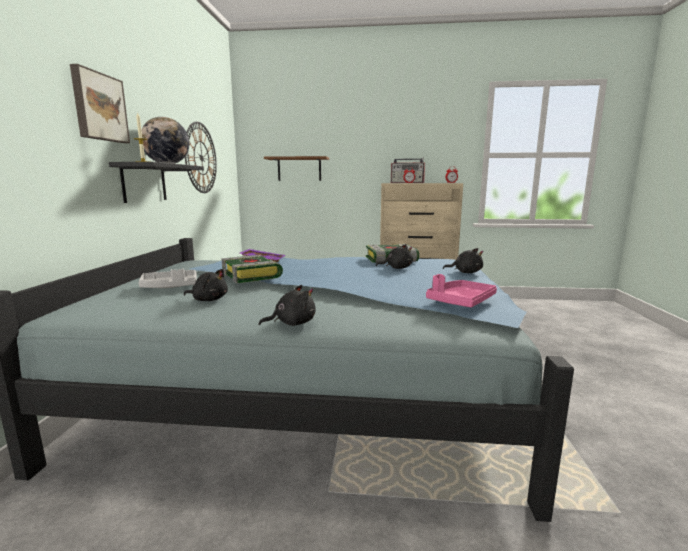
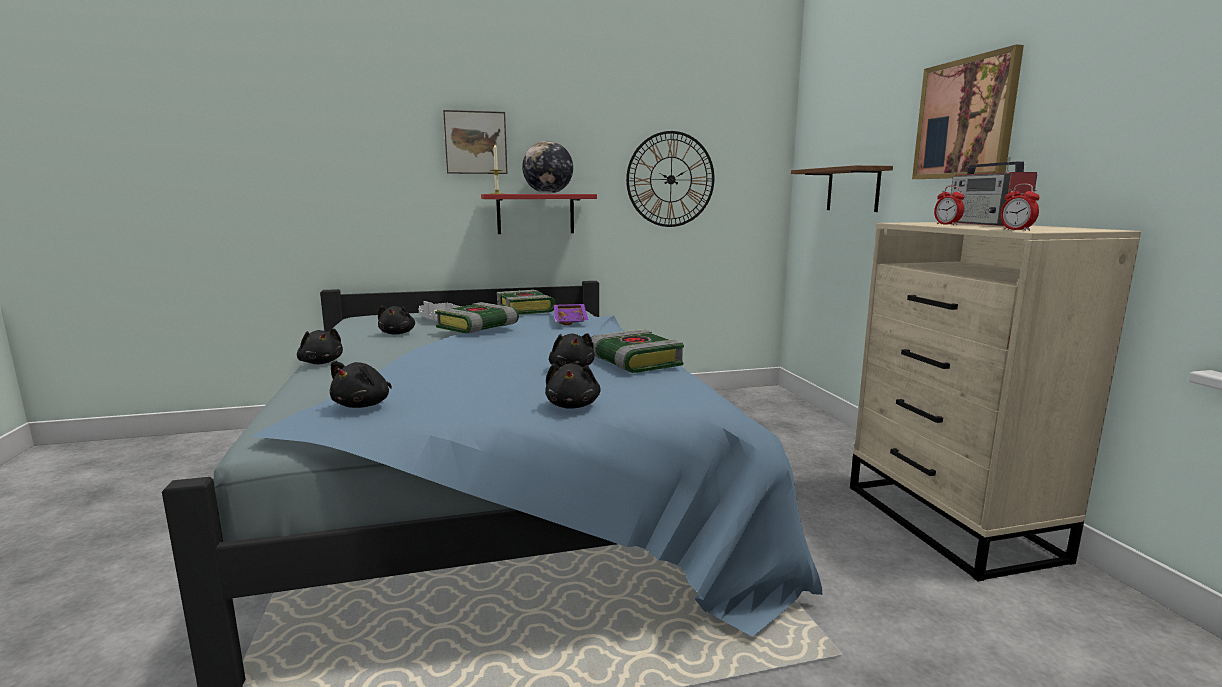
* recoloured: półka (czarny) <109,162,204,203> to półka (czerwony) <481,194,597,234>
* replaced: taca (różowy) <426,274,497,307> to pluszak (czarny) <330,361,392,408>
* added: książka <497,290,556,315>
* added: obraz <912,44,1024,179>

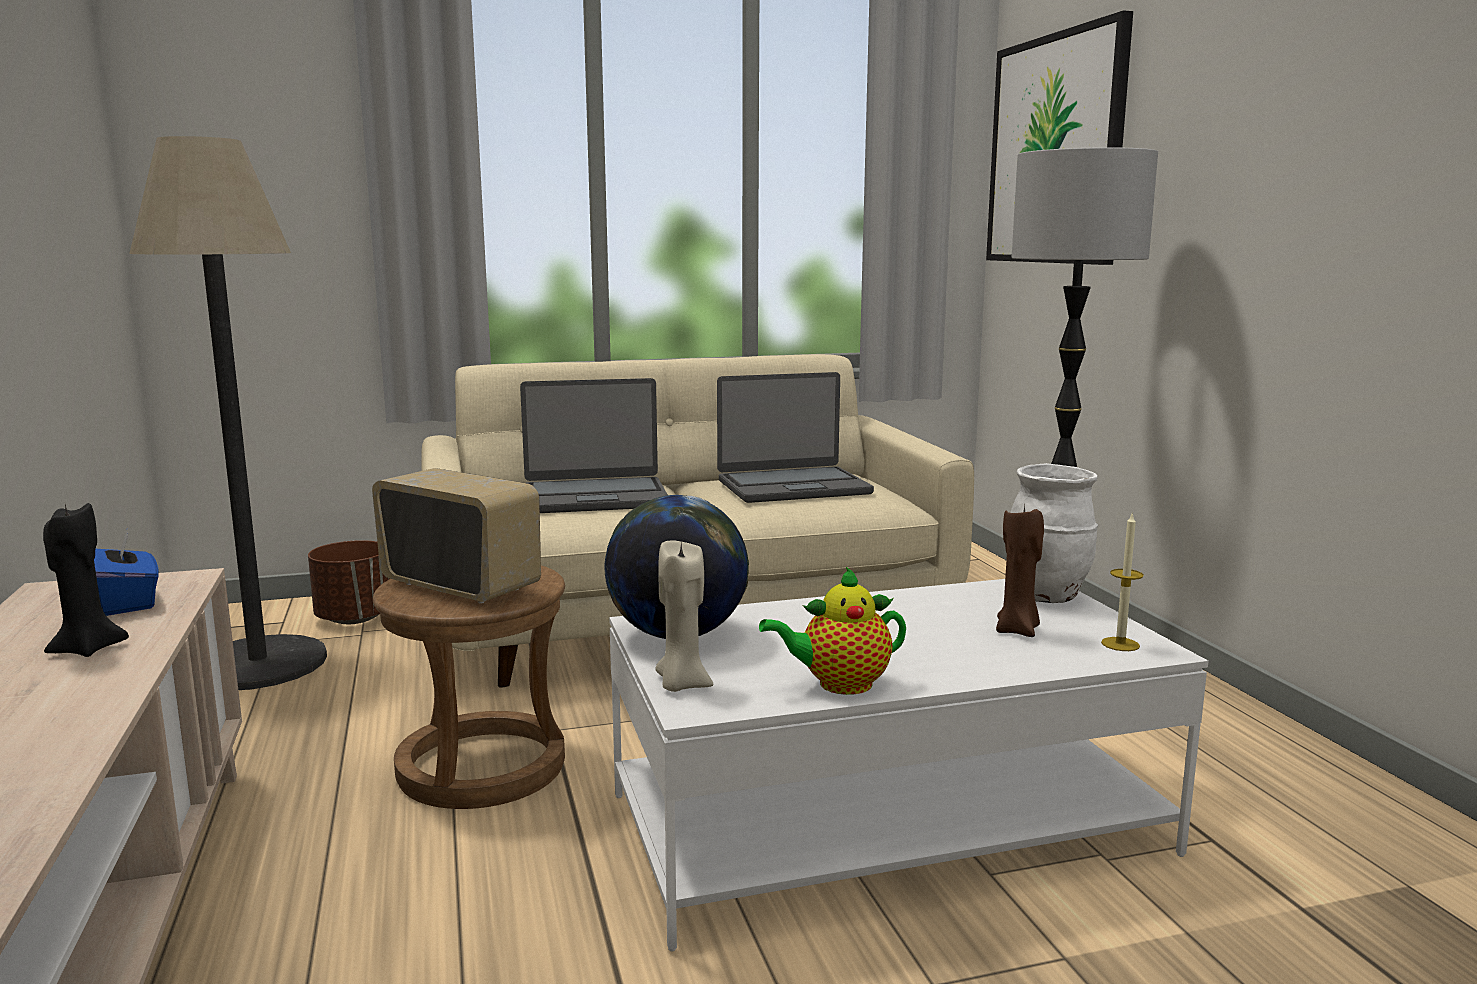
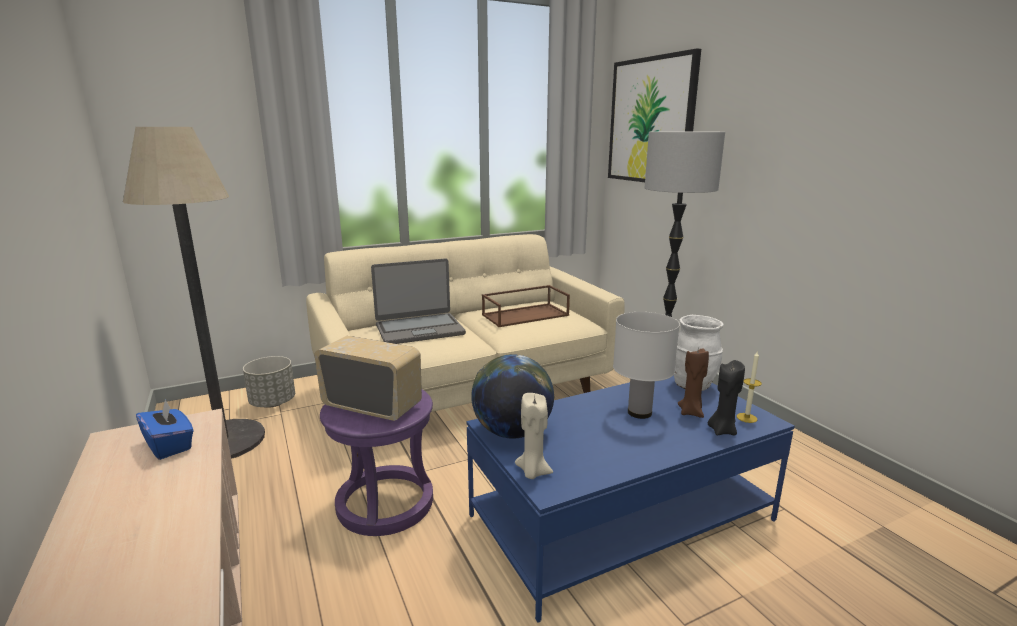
* moved: świeca (czarny) <43,503,129,657> to <708,360,745,435>
* recoloured: donica (brązowy) <308,540,390,624> to donica (szary) <243,356,295,408>
* recoloured: stołek (brązowy) <373,565,565,809> to stołek (fioletowy) <320,390,433,536>
* recoloured: ława (biały) <609,579,1209,951> to ława (niebieski) <466,375,795,622>
* replaced: laptop <717,372,874,503> to taca (brązowy) <482,285,570,327>
* removed: imbryk <759,567,906,695>
* added: lampa stołowa (biały) <613,312,680,419>

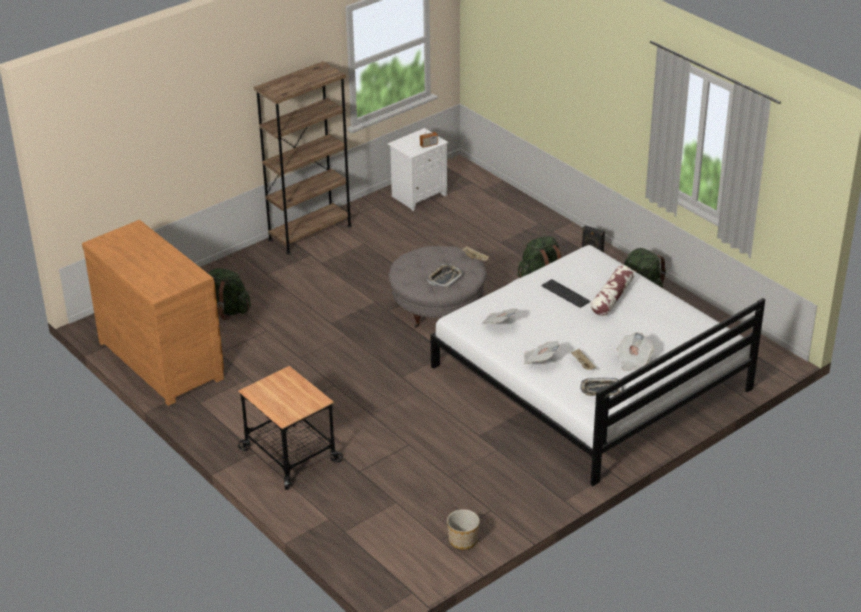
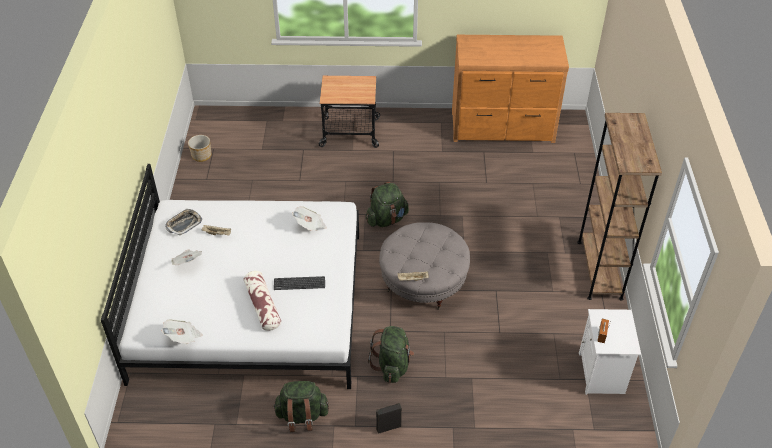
* moved: plecak (zielony) <208,268,251,320> to <366,182,409,227>
* removed: taca <427,264,463,287>
* moved: gazeta <524,341,560,364> to <161,319,203,344>

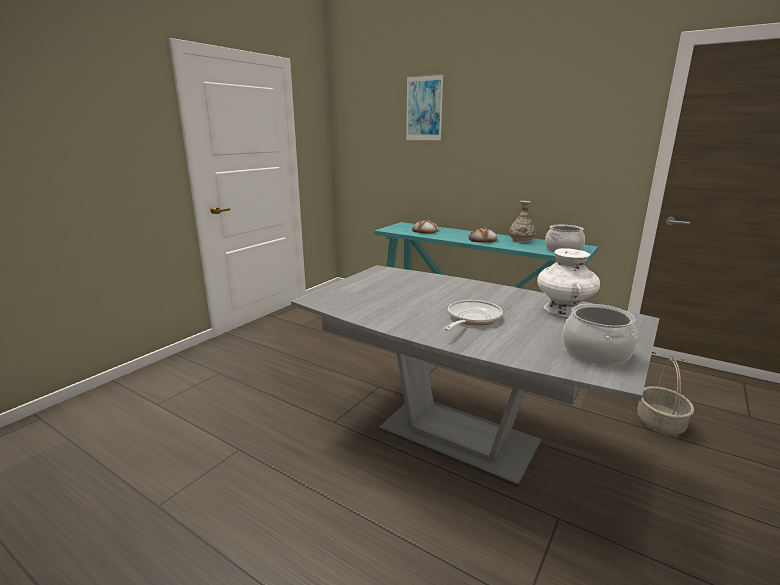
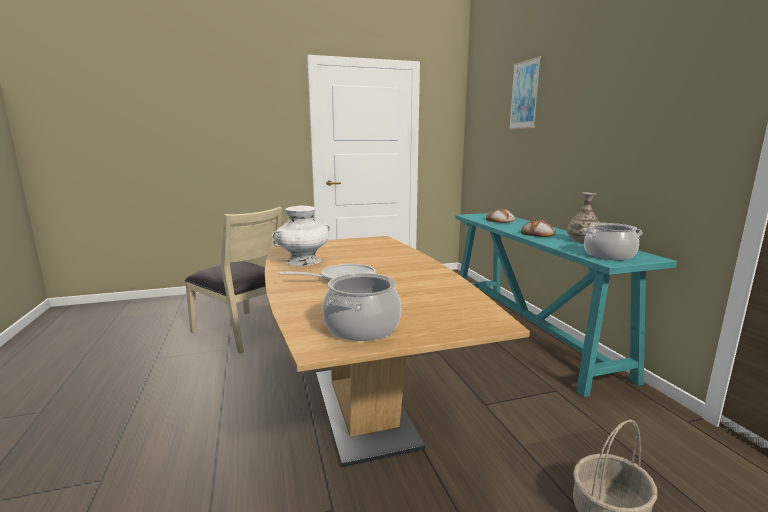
* recoloured: stół jadalny (szary) <291,265,660,487> to stół jadalny (brązowy) <265,236,530,467>
* moved: wazon (biały) <537,248,600,317> to <271,205,330,266>
* added: krzesło (beżowy) <185,207,282,354>

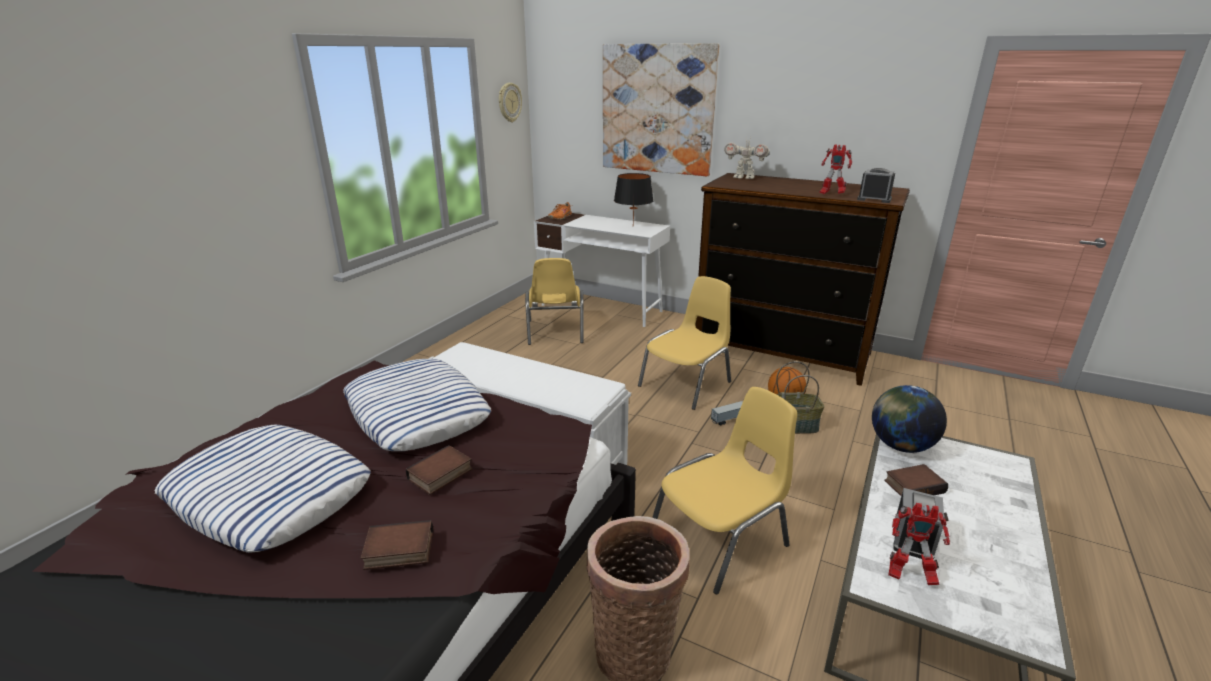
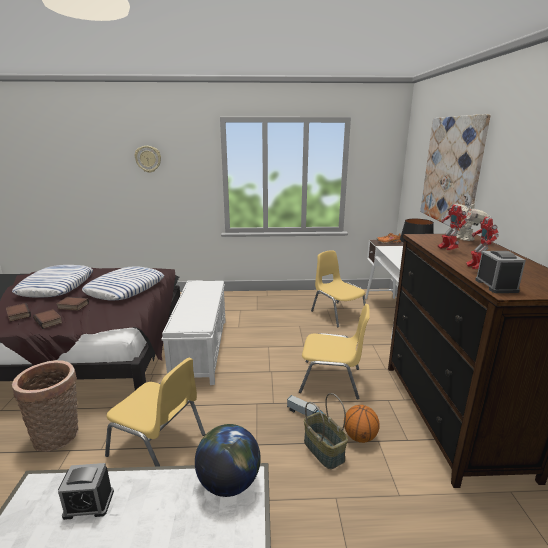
* moved: zegar ścienny <499,83,522,122> to <135,146,161,173>
* turned: krzesło (żółty) <525,258,584,345> = <311,250,366,327> 90 degrees clockwise
* moved: książka <884,464,948,496> to <33,309,63,329>
* moved: robot zabawkowy <888,503,950,585> to <438,205,467,250>

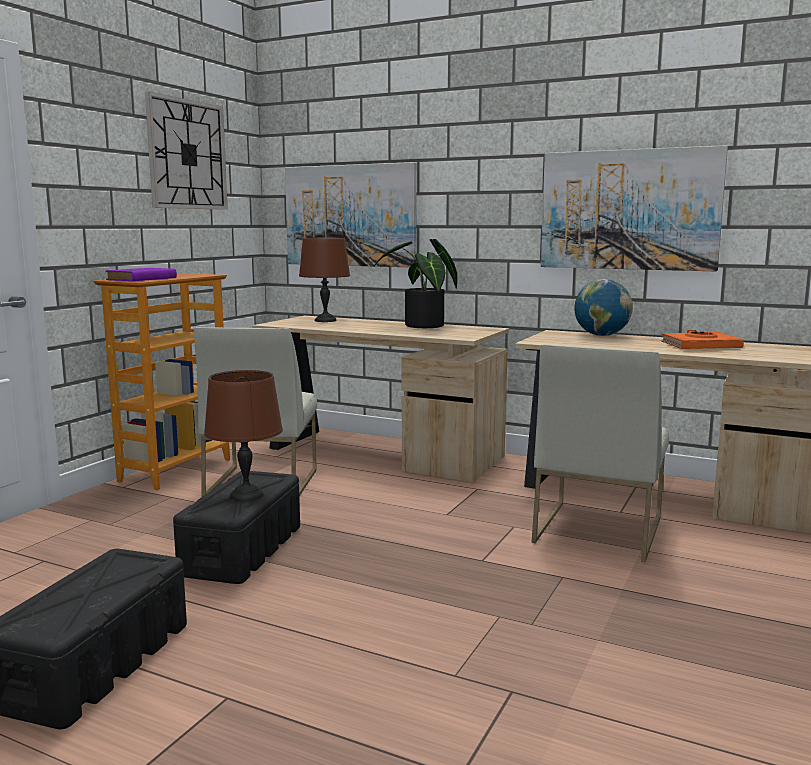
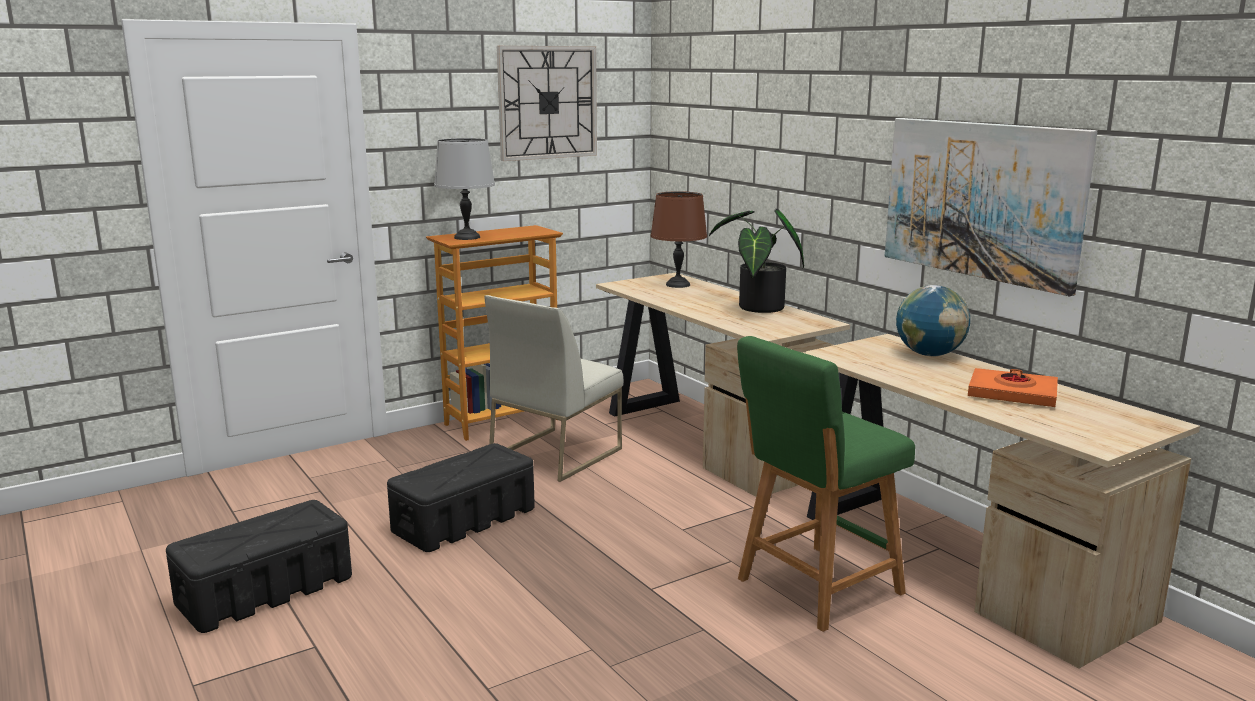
* replaced: książka (fioletowy) <106,268,177,281> to lampa stołowa (szary) <434,138,495,240>
* removed: lampa stołowa (brązowy) <204,370,283,502>
* removed: obraz <285,162,417,267>
* replaced: krzesło (biały) <532,344,669,562> to stołek (zielony) <737,336,915,632>

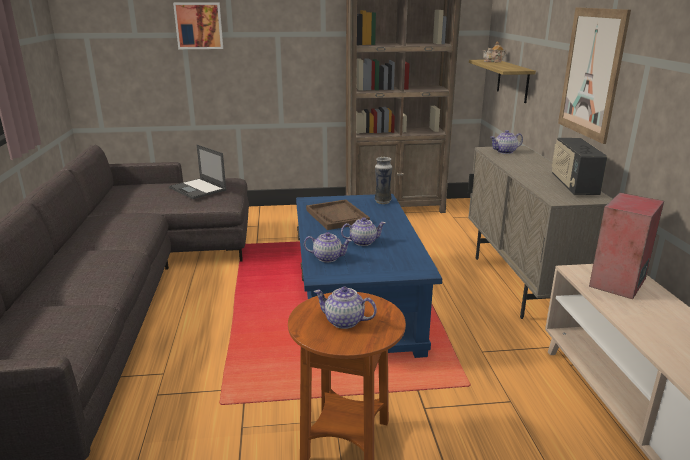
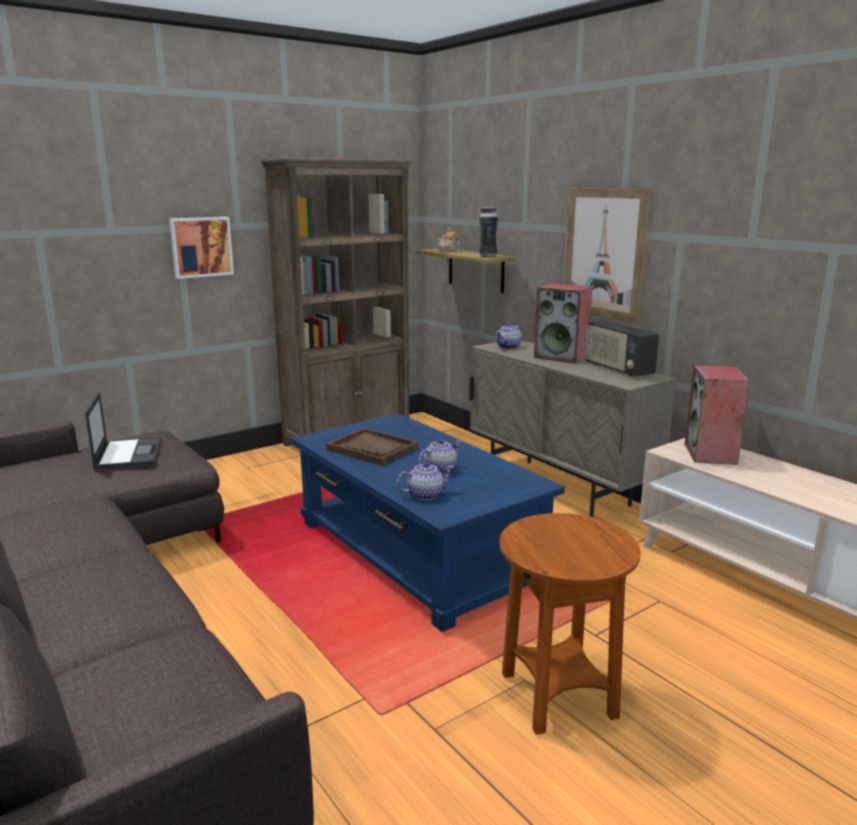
* turned: laptop <169,145,227,199> = <85,392,161,469> 120 degrees counterclockwise
* moved: obraz <173,2,223,49> to <169,217,234,279>
* removed: imbryk <314,286,377,329>
* moved: wazon <375,157,392,204> to <479,207,498,257>
* added: głośnik <534,283,592,364>

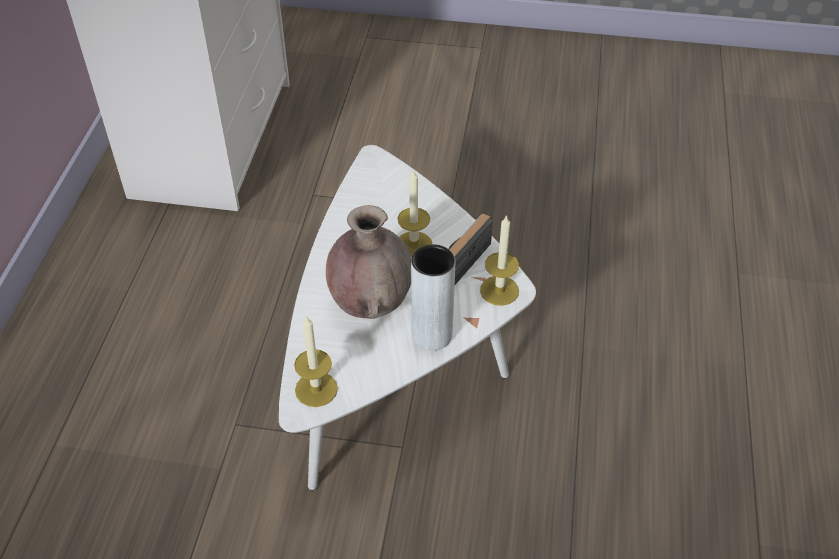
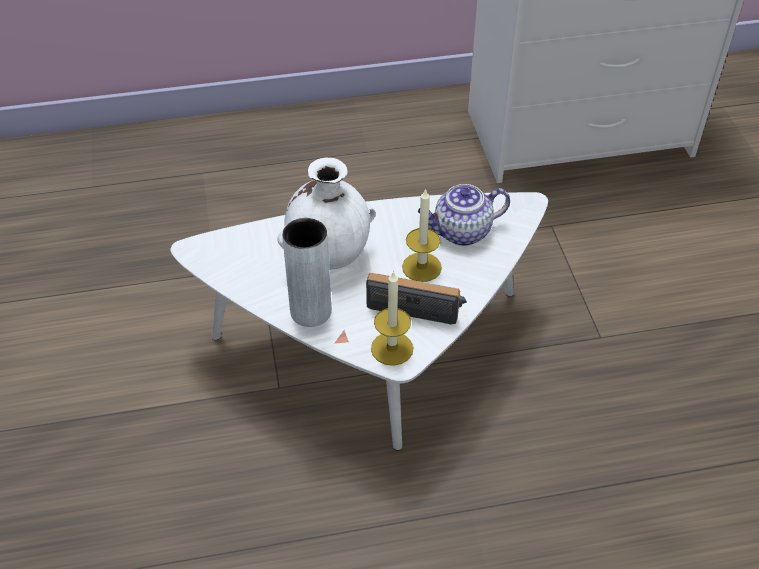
* removed: świeca <294,315,338,407>
* recoloured: wazon (brązowy) <326,205,411,319> to wazon (biały) <277,158,376,270>
* added: imbryk <418,184,510,246>

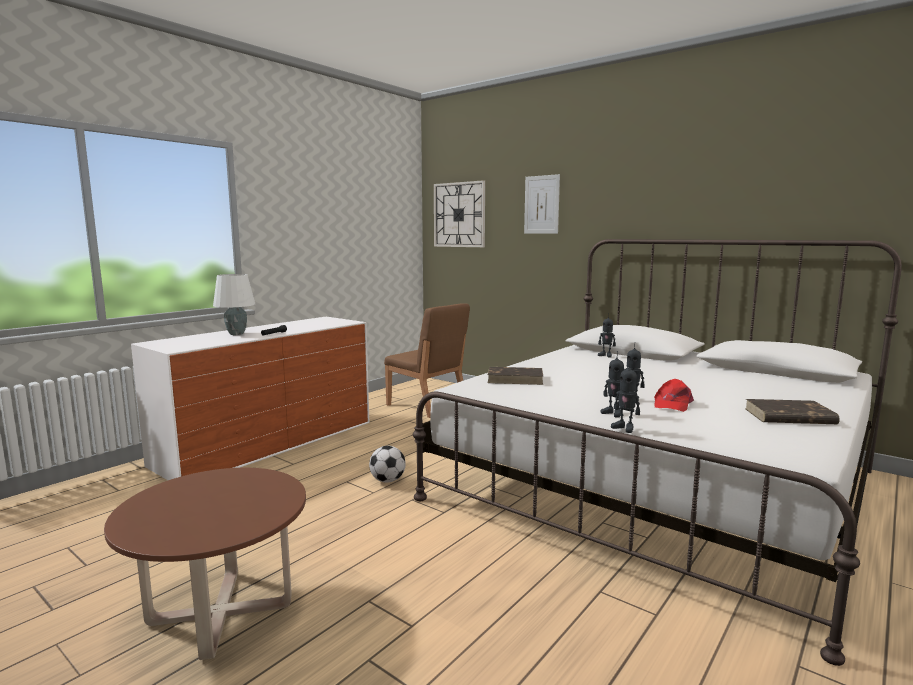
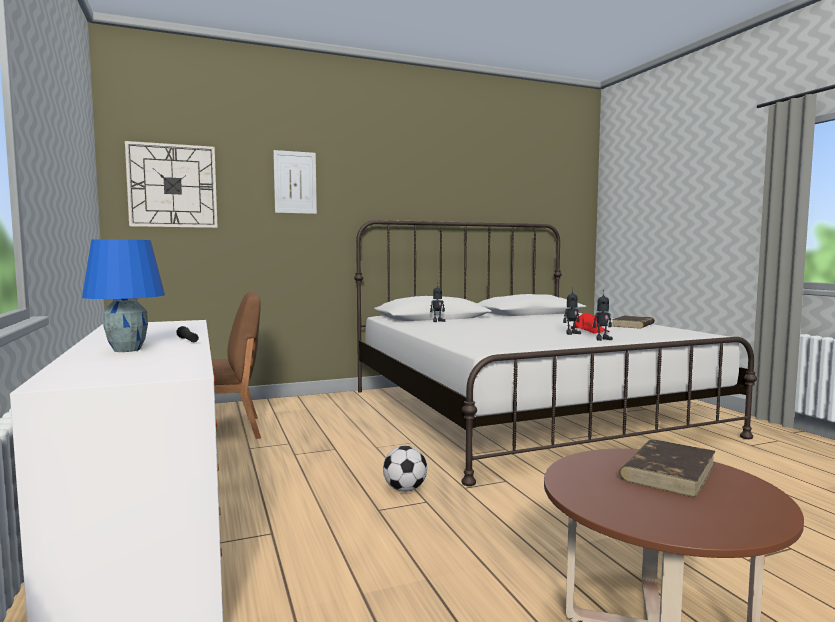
* recoloured: lampa stołowa (biały) <213,274,255,335> to lampa stołowa (niebieski) <82,239,165,352>
* moved: książka (brązowy) <487,367,543,385> to <619,439,716,498>
* removed: robot zabawkowy <611,360,640,433>

